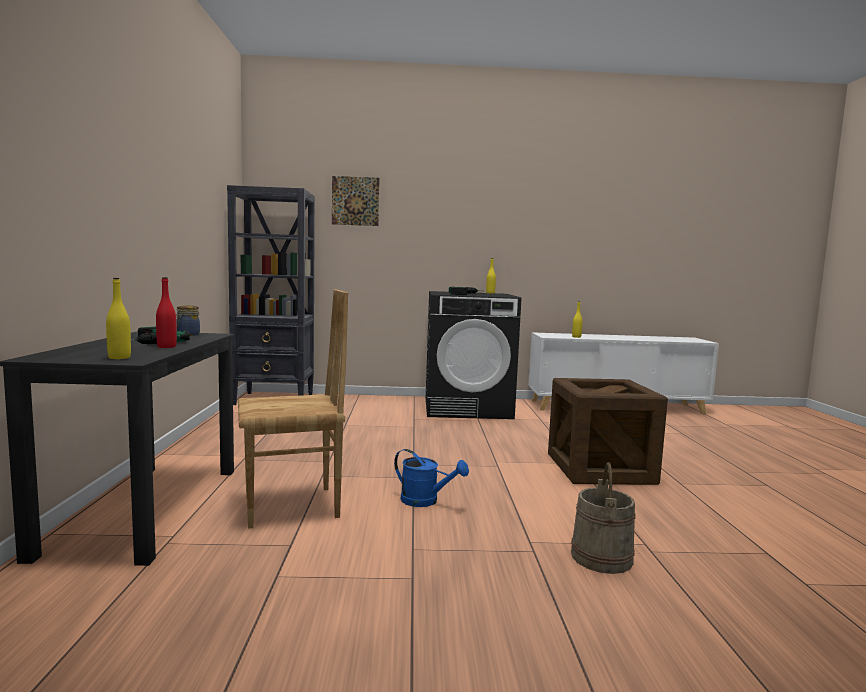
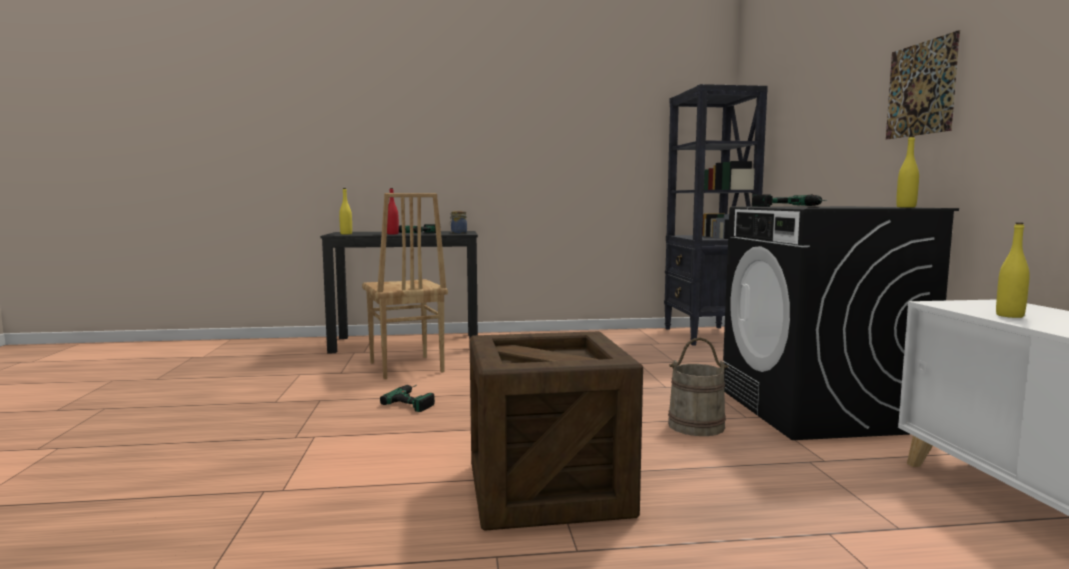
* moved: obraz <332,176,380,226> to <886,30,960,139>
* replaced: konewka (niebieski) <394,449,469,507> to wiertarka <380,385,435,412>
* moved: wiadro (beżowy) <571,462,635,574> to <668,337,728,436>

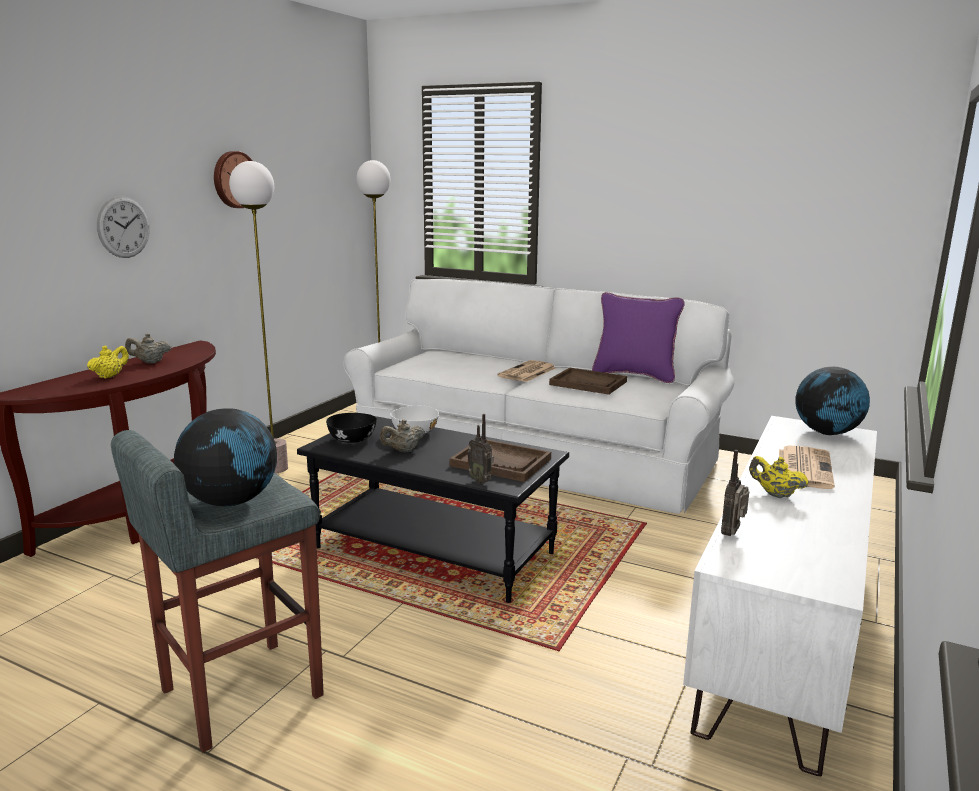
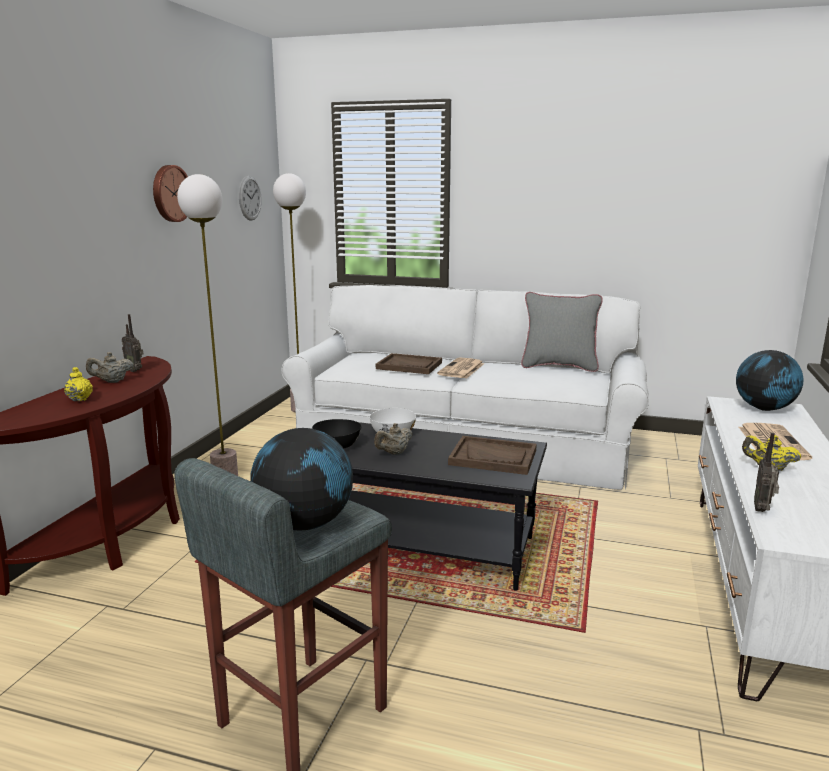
* turned: imbryk (żółty) <87,345,129,379> = <64,367,93,401> 45 degrees counterclockwise
* moved: zegar ścienny <97,196,150,258> to <239,176,262,221>
* moved: radio <467,414,494,484> to <122,314,143,372>
* moved: taca (brązowy) <549,368,627,395> to <376,353,442,374>
* recoloured: poduszka (fioletowy) <592,292,685,383> to poduszka (szary) <521,292,603,372>

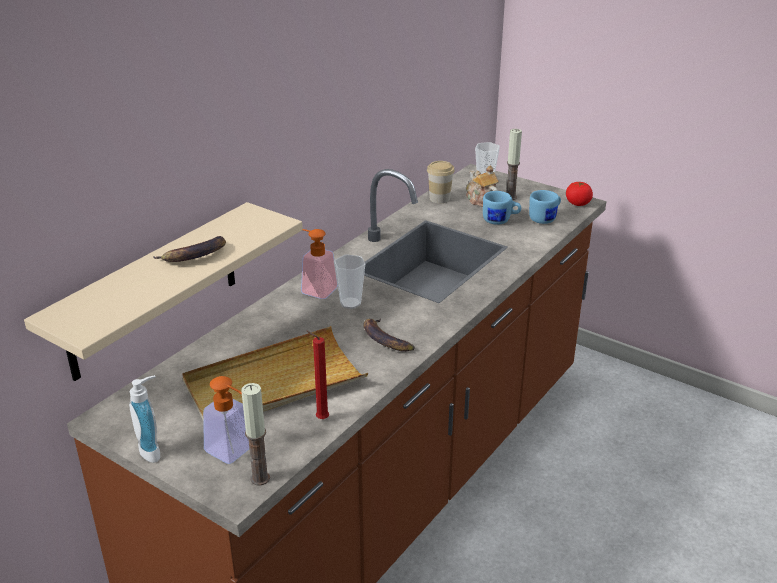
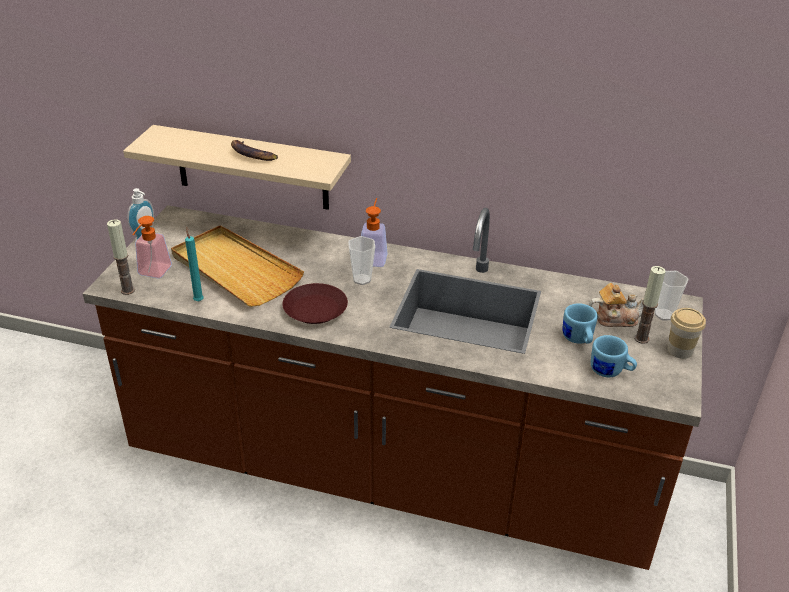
* recoloured: świeca (czerwony) <306,331,329,419> to świeca (turkusowy) <185,227,204,301>
* replaced: banan <364,318,415,352> to talerz (brązowy) <282,283,348,324>
* moved: filiżanka <427,161,455,203> to <667,308,706,359>
* turned: imbryk <466,165,499,207> = <589,283,644,327> 45 degrees clockwise
* removed: pomidor <566,182,593,206>

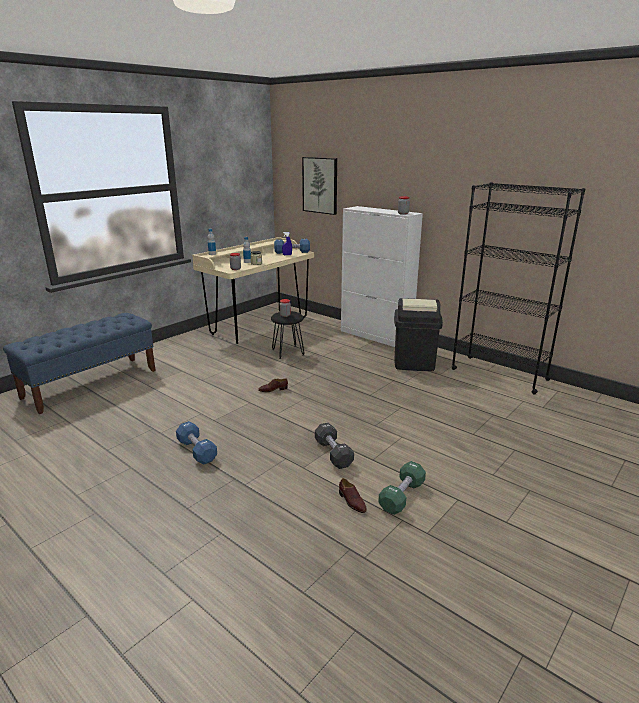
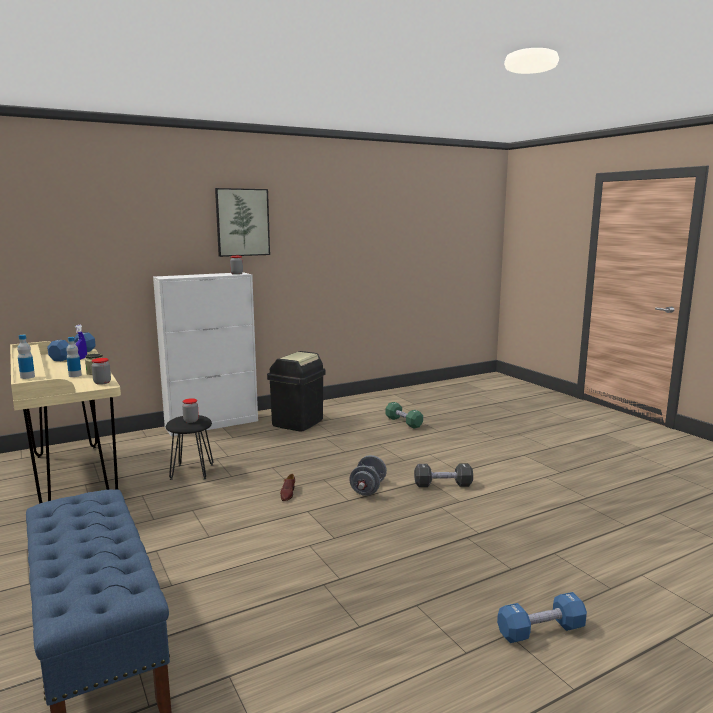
* moved: hantel (niebieski) <176,421,217,465> to <497,592,587,643>
* moved: obraz <302,157,337,215> to <215,188,270,257>
* removed: but (brązowy) <339,478,367,513>
* moved: hantel (zielony) <378,461,426,515> to <385,402,423,429>
* removed: regał (czarny) <451,182,585,395>
* added: hantel (szary) <349,455,387,496>

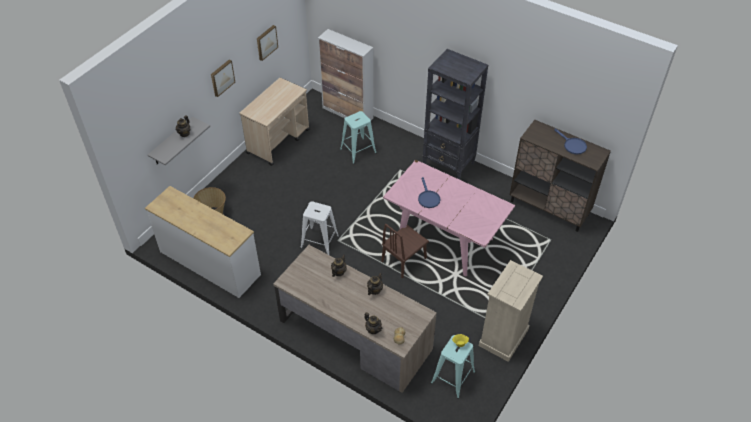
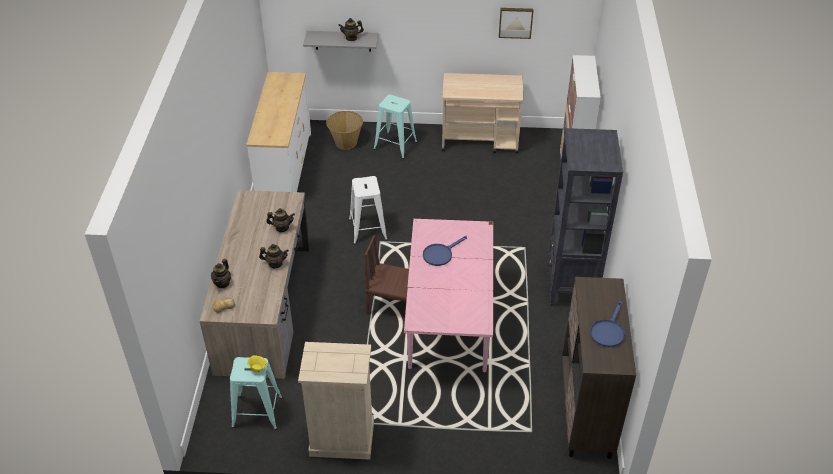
* removed: obraz <211,60,235,97>
* moved: stołek (turkusowy) <340,111,377,164> to <374,95,417,159>

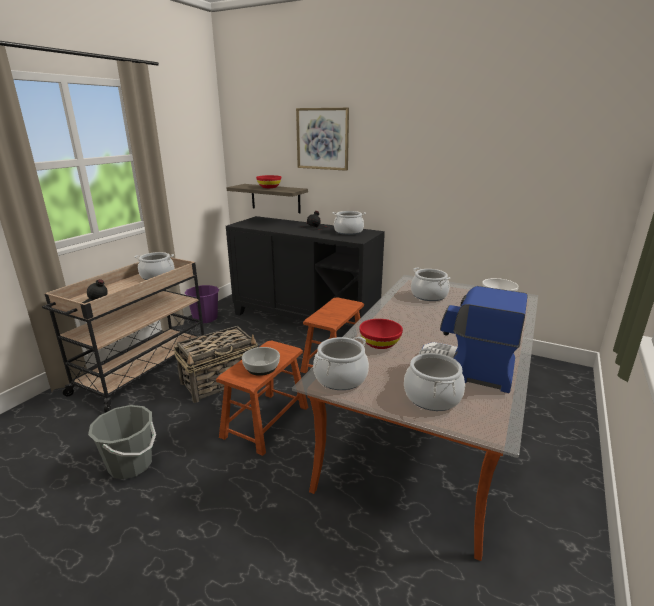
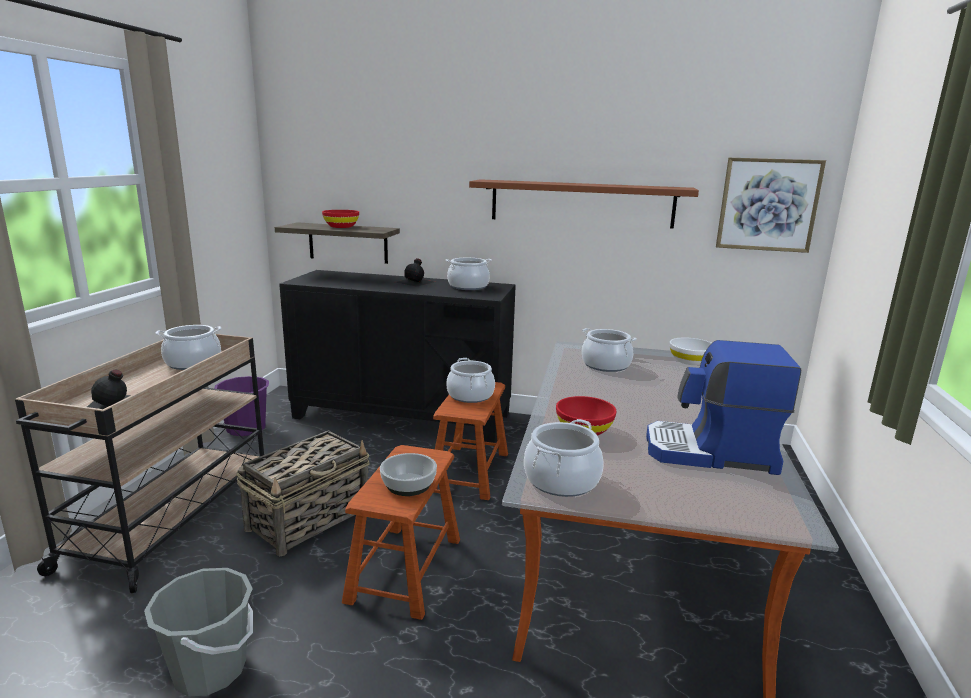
* moved: obraz <296,108,349,171> to <716,158,826,253>
* moved: garnek <404,348,465,411> to <447,358,495,403>
* added: półka (brązowy) <469,179,699,229>

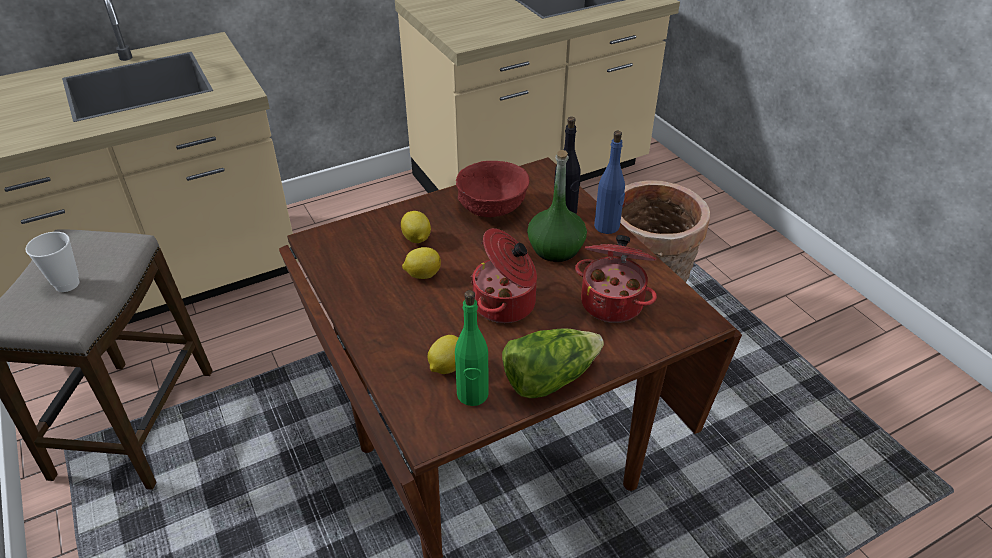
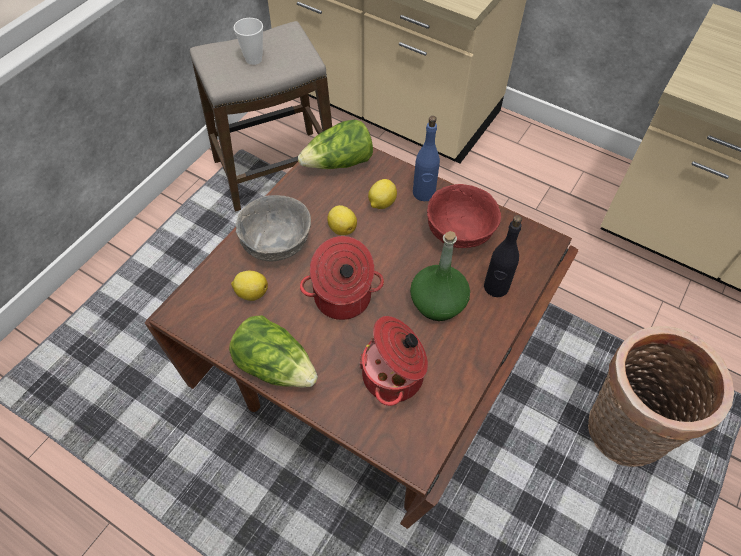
* removed: butelka (zielony) <455,290,489,406>
* moved: butelka (niebieski) <594,131,625,234> to <413,116,440,201>
* added: miska (szary) <236,195,311,262>
* added: sałata <298,120,373,169>

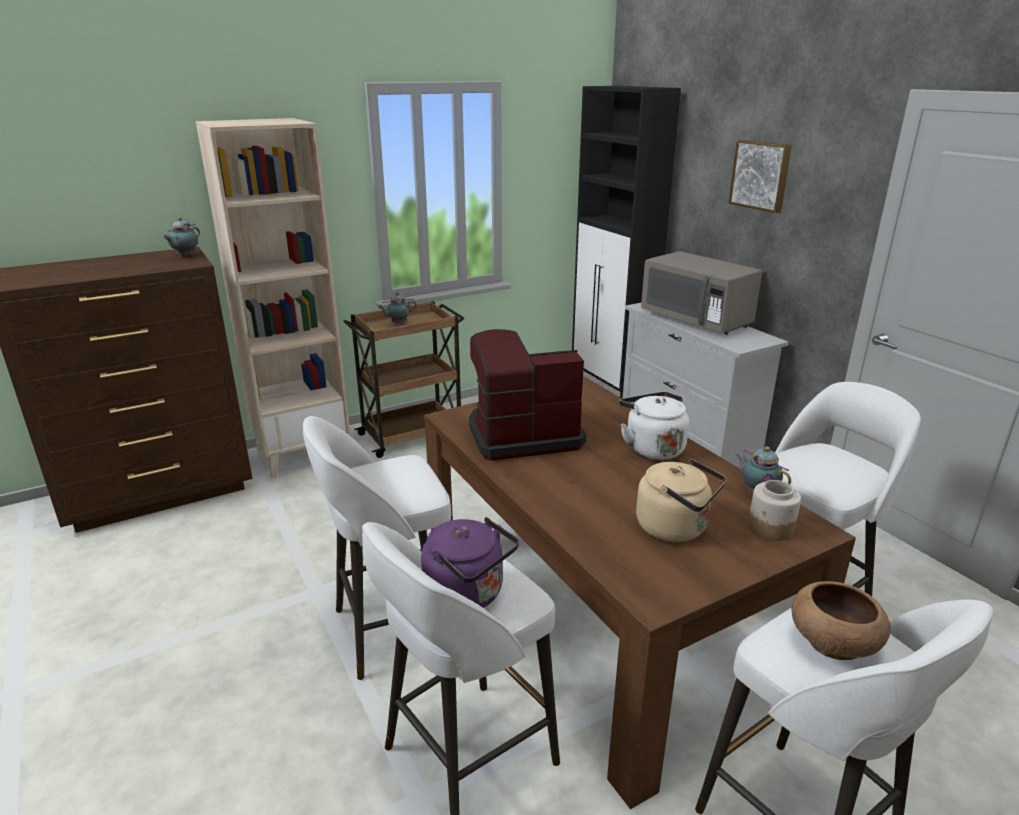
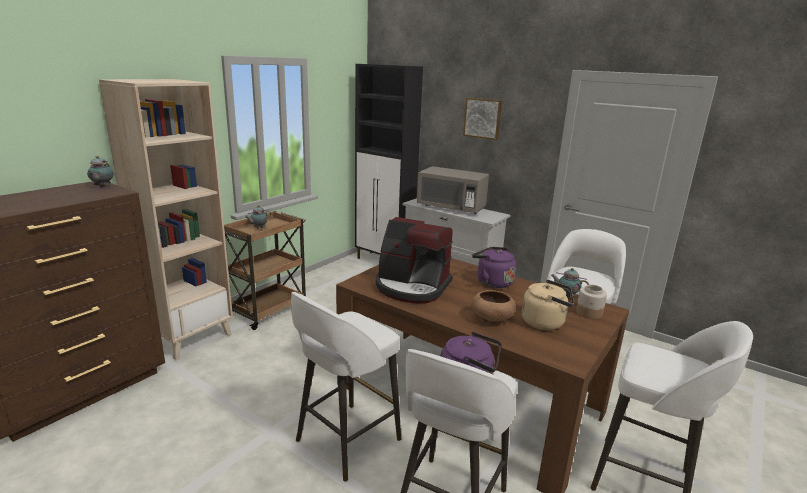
* turned: ekspres do kawy <469,329,587,461> = <376,217,453,304> 120 degrees counterclockwise
* recoloured: czajnik (biały) <619,392,689,460> to czajnik (fioletowy) <472,247,516,288>
* moved: miska (brązowy) <792,581,891,660> to <471,290,516,325>

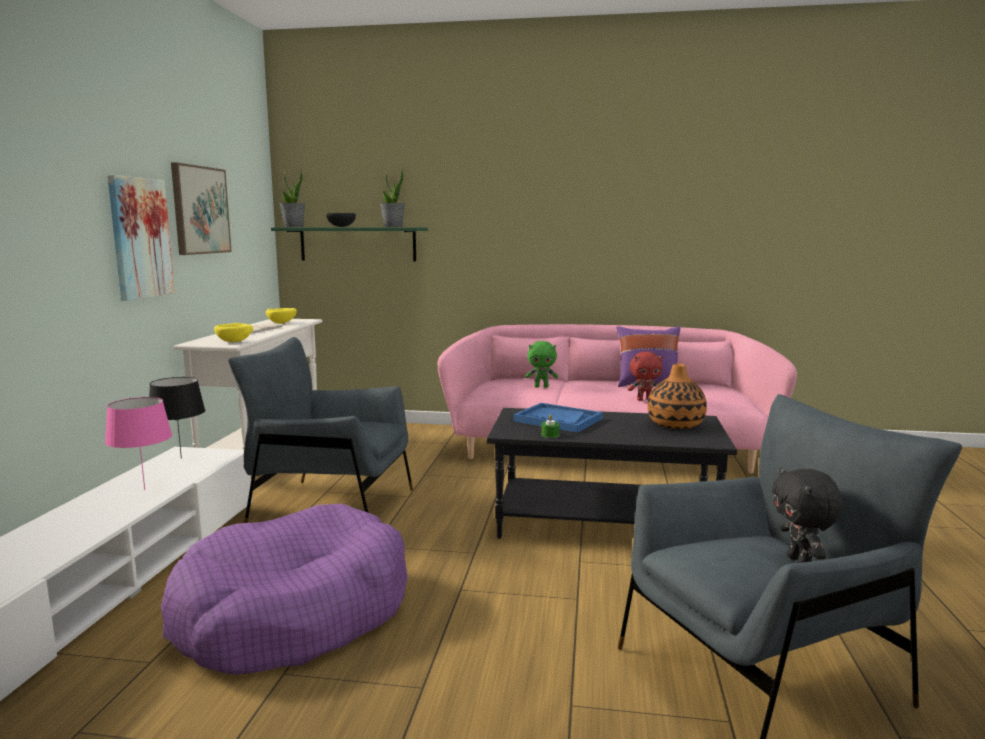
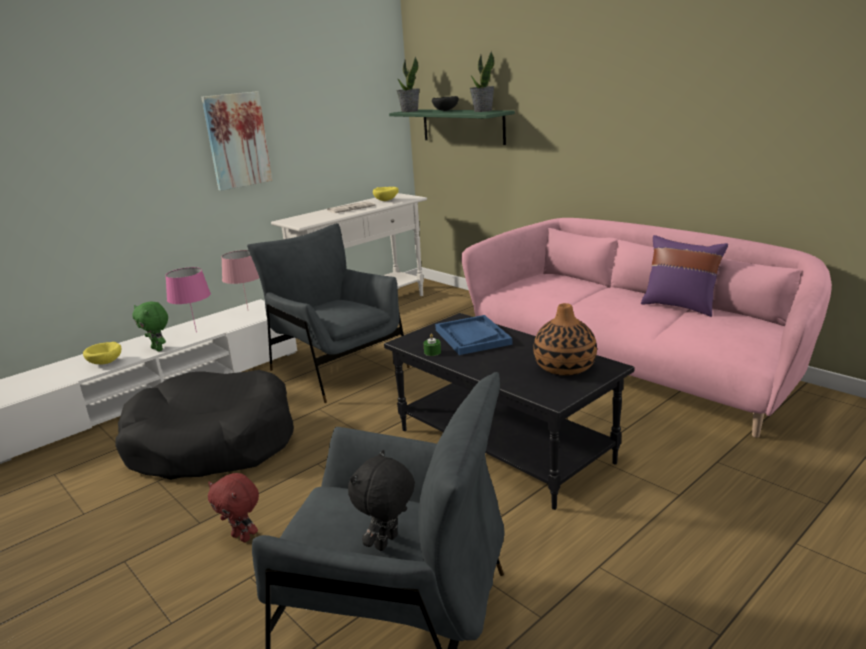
* recoloured: lampa stołowa (czarny) <149,377,206,459> to lampa stołowa (różowy) <221,250,259,309>
* recoloured: legowisko (fioletowy) <161,503,408,675> to legowisko (czarny) <115,370,294,480>
* removed: obraz <171,163,232,255>
* moved: miska (żółty) <214,323,253,342> to <83,342,121,364>
* moved: pluszak (zielony) <526,341,558,388> to <132,302,168,351>
* moved: pluszak (czerwony) <628,351,663,401> to <208,473,259,542>

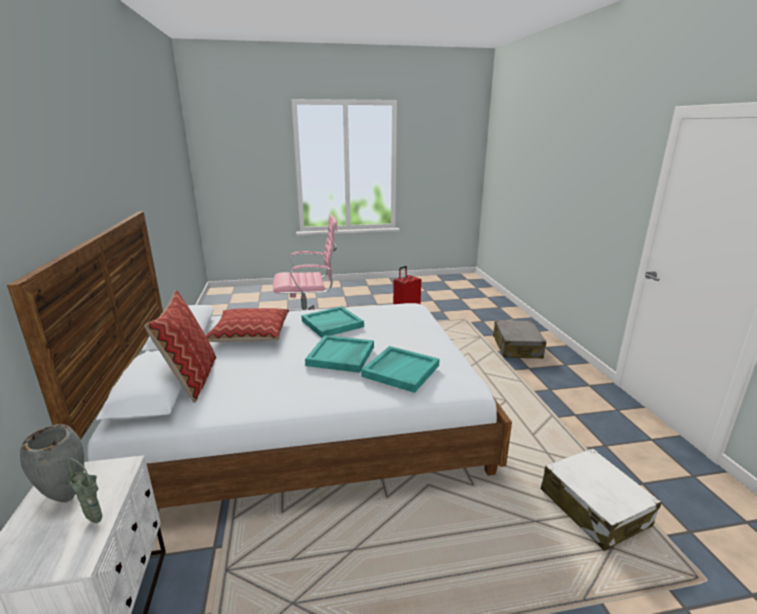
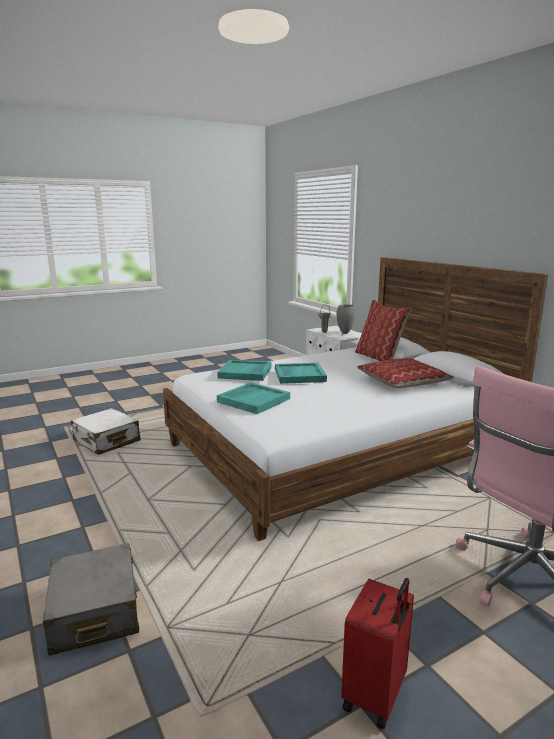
* moved: taca (turkusowy) <301,306,364,338> to <217,382,290,414>

